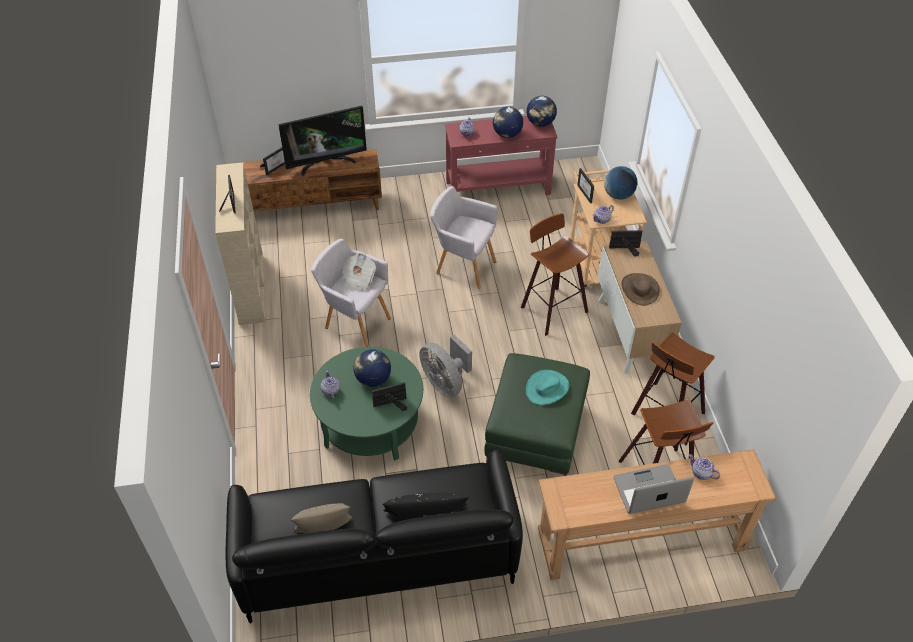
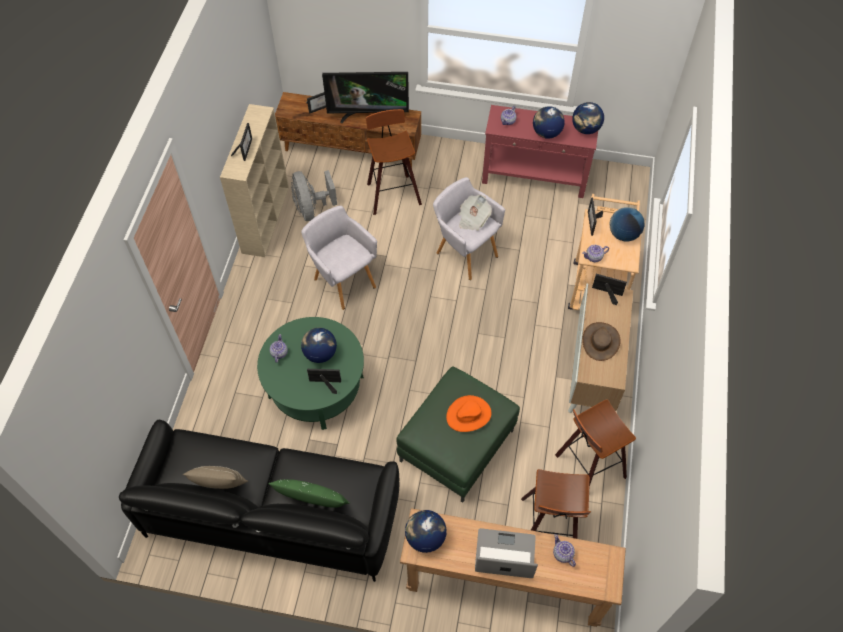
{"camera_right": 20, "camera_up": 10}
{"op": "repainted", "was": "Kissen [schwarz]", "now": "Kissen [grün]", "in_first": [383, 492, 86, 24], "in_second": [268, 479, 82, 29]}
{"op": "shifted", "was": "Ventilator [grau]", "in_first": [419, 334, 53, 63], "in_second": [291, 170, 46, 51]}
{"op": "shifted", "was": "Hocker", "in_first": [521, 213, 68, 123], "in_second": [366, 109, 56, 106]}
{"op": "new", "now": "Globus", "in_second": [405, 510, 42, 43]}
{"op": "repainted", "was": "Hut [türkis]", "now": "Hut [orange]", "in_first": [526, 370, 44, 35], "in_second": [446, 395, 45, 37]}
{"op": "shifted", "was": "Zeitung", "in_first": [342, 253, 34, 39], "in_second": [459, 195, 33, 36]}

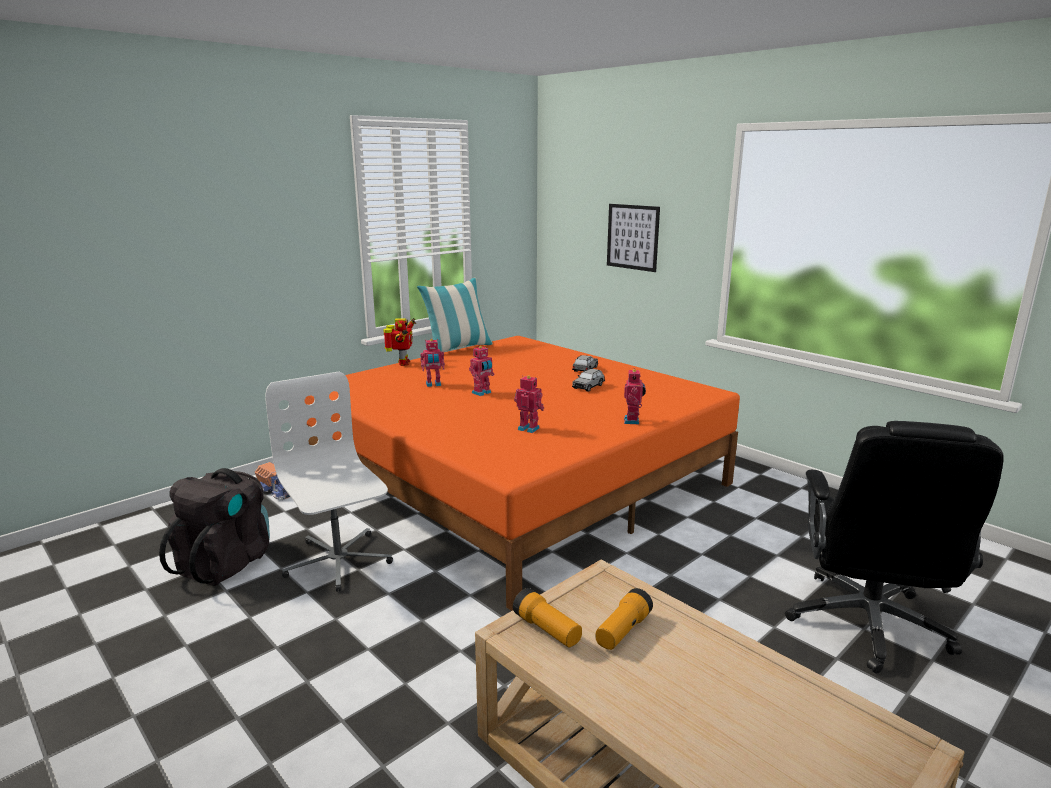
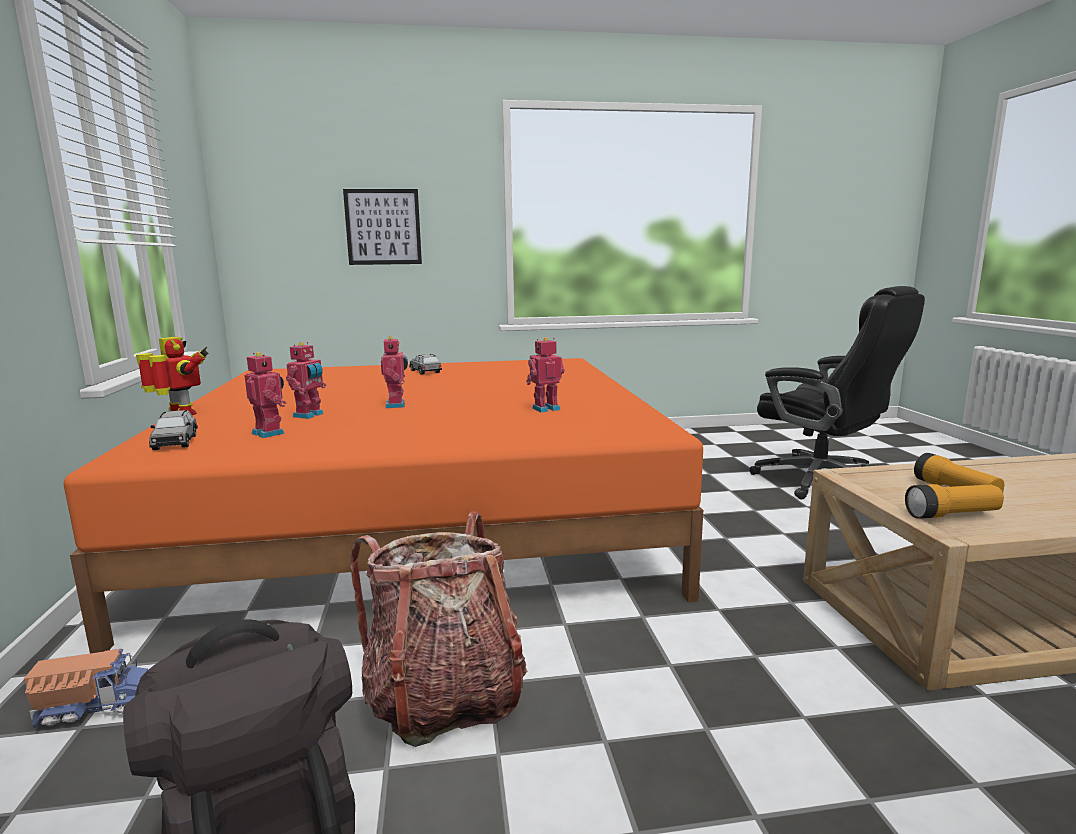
{"camera_right": -55, "camera_up": -5}
{"op": "shifted", "was": "Spielzeugauto [grau]", "in_first": [572, 368, 33, 24], "in_second": [149, 410, 49, 40]}
{"op": "shifted", "was": "Spielzeugroboter", "in_first": [624, 368, 22, 56], "in_second": [244, 352, 42, 86]}
{"op": "swapped", "was": "Bürostuhl [weiß]", "now": "Rucksack", "in_first": [265, 371, 128, 221], "in_second": [351, 511, 176, 236]}
{"op": "gone", "was": "Kissen", "in_first": [417, 278, 76, 74]}

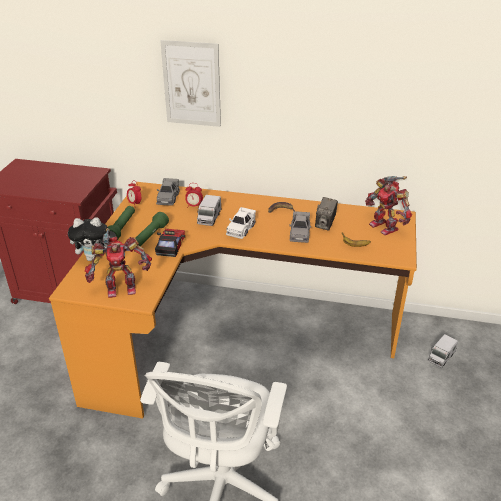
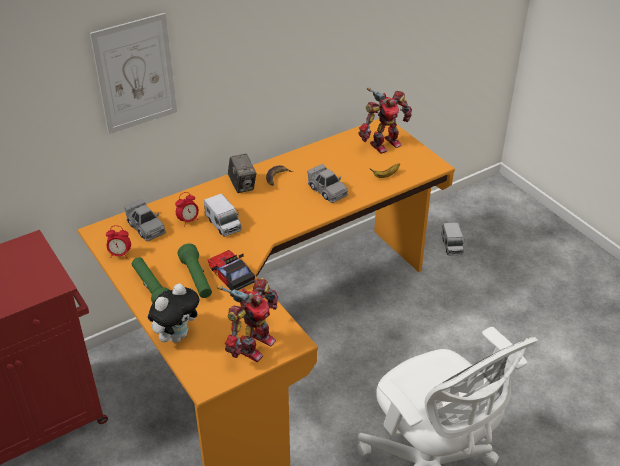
{"camera_right": -45, "camera_up": 5}
{"op": "shifted", "was": "Kamera", "in_first": [315, 197, 23, 34], "in_second": [228, 154, 28, 39]}
{"op": "rotated", "was": "Spielzeugroboter", "in_first": [365, 176, 47, 59], "in_second": [359, 88, 53, 66], "clockwise": -45}
{"op": "gone", "was": "Spielzeugauto [weiß]", "in_first": [226, 207, 30, 32]}

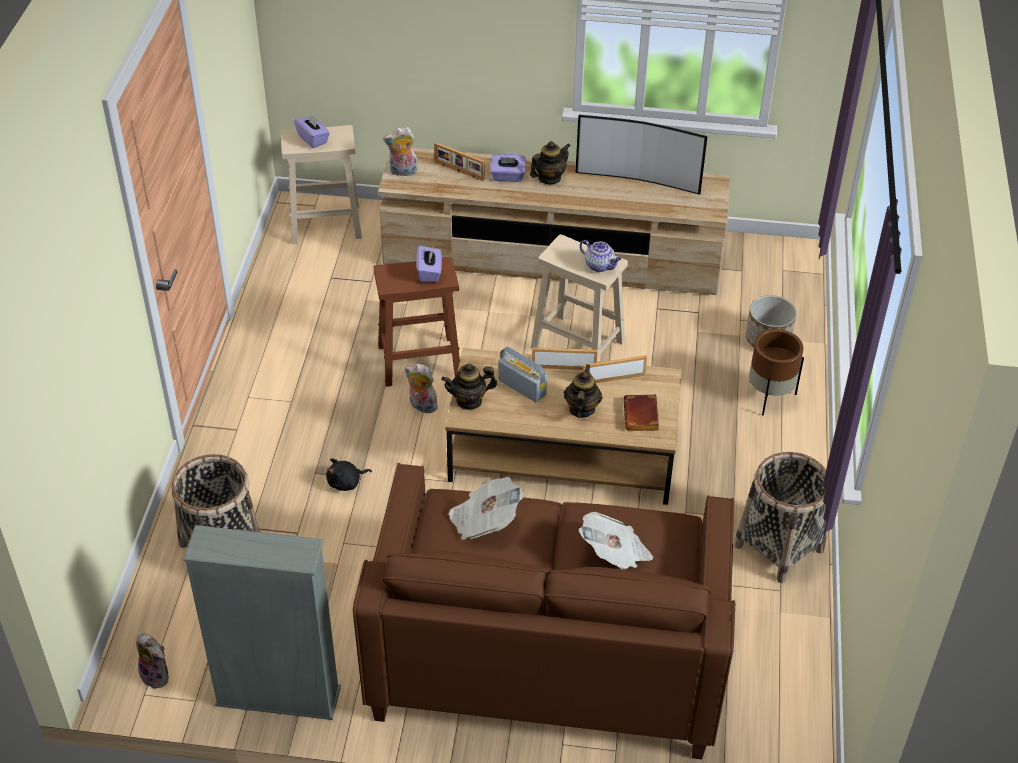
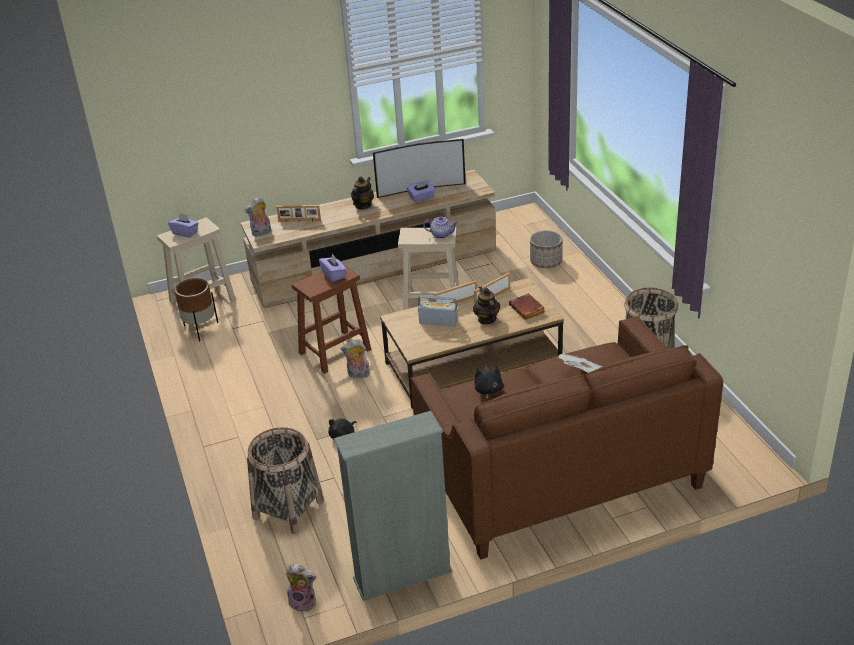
{"camera_right": -25, "camera_up": -10}
{"op": "shifted", "was": "Pflanzkübel [braun]", "in_first": [749, 329, 55, 87], "in_second": [174, 278, 44, 63]}
{"op": "shifted", "was": "Taschentuchbox [lila]", "in_first": [490, 154, 36, 28], "in_second": [407, 181, 28, 22]}
{"op": "swapped", "was": "Zeitung", "now": "Plüschtier [schwarz]", "in_first": [448, 477, 75, 63], "in_second": [475, 364, 29, 35]}
{"op": "gone", "was": "Teekanne", "in_first": [441, 363, 56, 47]}

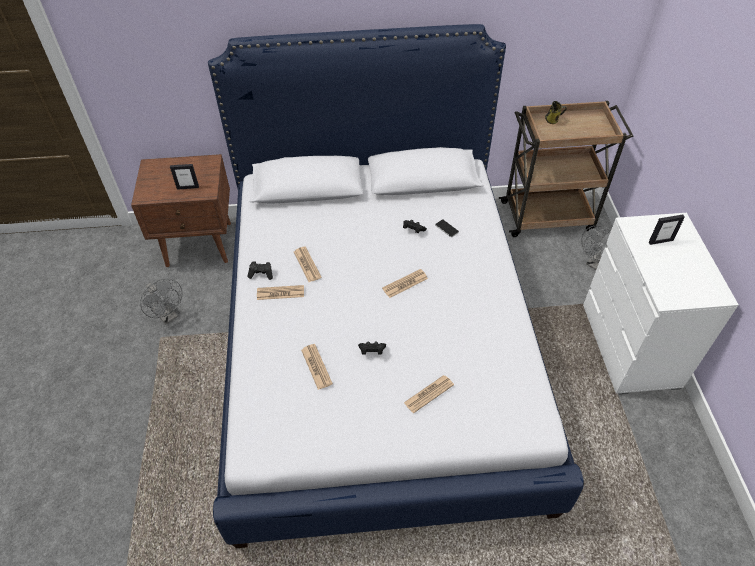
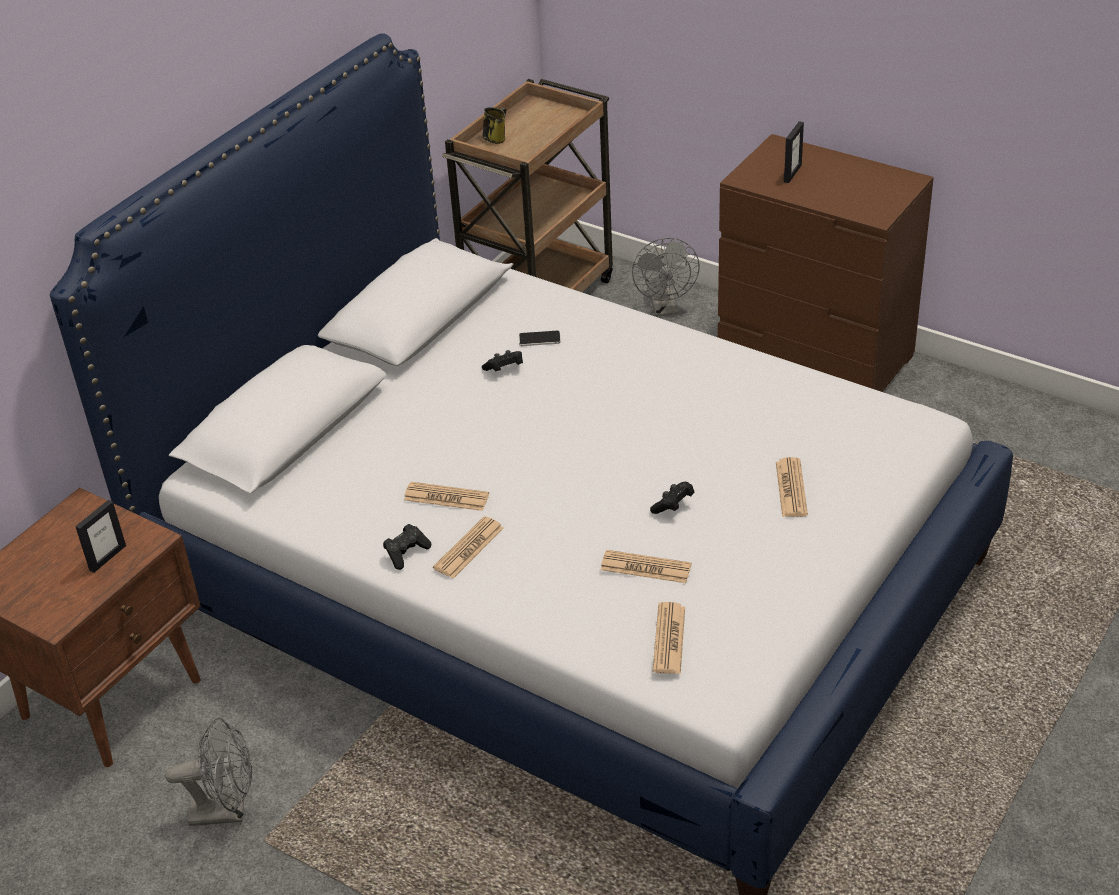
{"camera_right": -50, "camera_up": -10}
{"op": "shifted", "was": "Zeitung", "in_first": [382, 269, 46, 29], "in_second": [653, 602, 32, 72]}
{"op": "repainted", "was": "Kommode [weiß]", "now": "Kommode [braun]", "in_first": [583, 213, 156, 182], "in_second": [718, 134, 216, 258]}

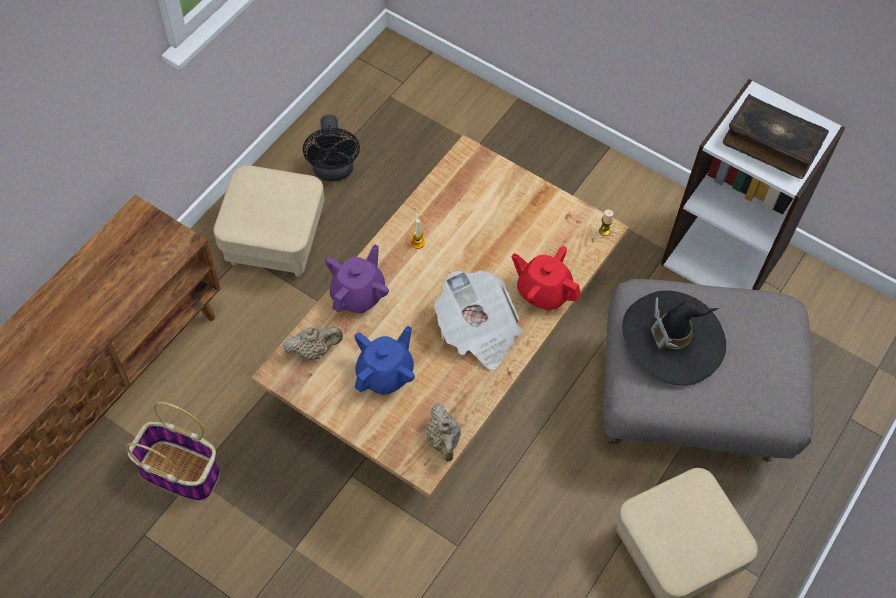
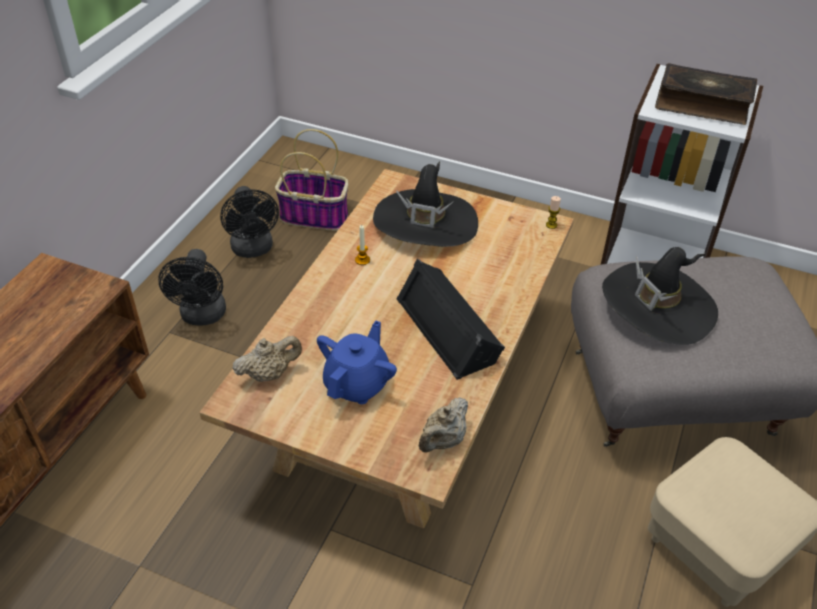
{"camera_right": -10, "camera_up": -15}
{"op": "swapped", "was": "Polsterhocker [beige]", "now": "Ventilator [schwarz]", "in_first": [214, 165, 111, 112], "in_second": [158, 249, 68, 77]}
{"op": "shifted", "was": "Korb", "in_first": [126, 401, 94, 100], "in_second": [275, 129, 73, 102]}
{"op": "new", "now": "Hut [schwarz]", "in_second": [373, 161, 105, 86]}
{"op": "swapped", "was": "Zeitung", "now": "Lautsprecher [schwarz]", "in_first": [434, 270, 89, 100], "in_second": [396, 259, 109, 121]}
{"op": "rotated", "was": "Teekanne [beige]", "in_first": [426, 404, 35, 58], "in_second": [419, 397, 49, 56], "clockwise": 60}
{"op": "gone", "was": "Teekanne [lila]", "in_first": [325, 244, 64, 69]}
{"op": "gone", "was": "Teekanne [rot]", "in_first": [512, 246, 69, 65]}

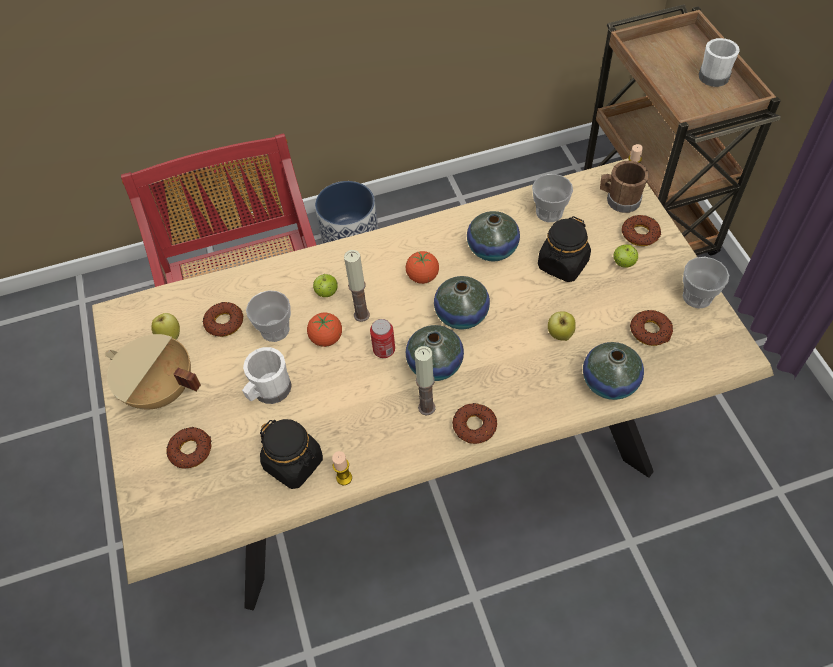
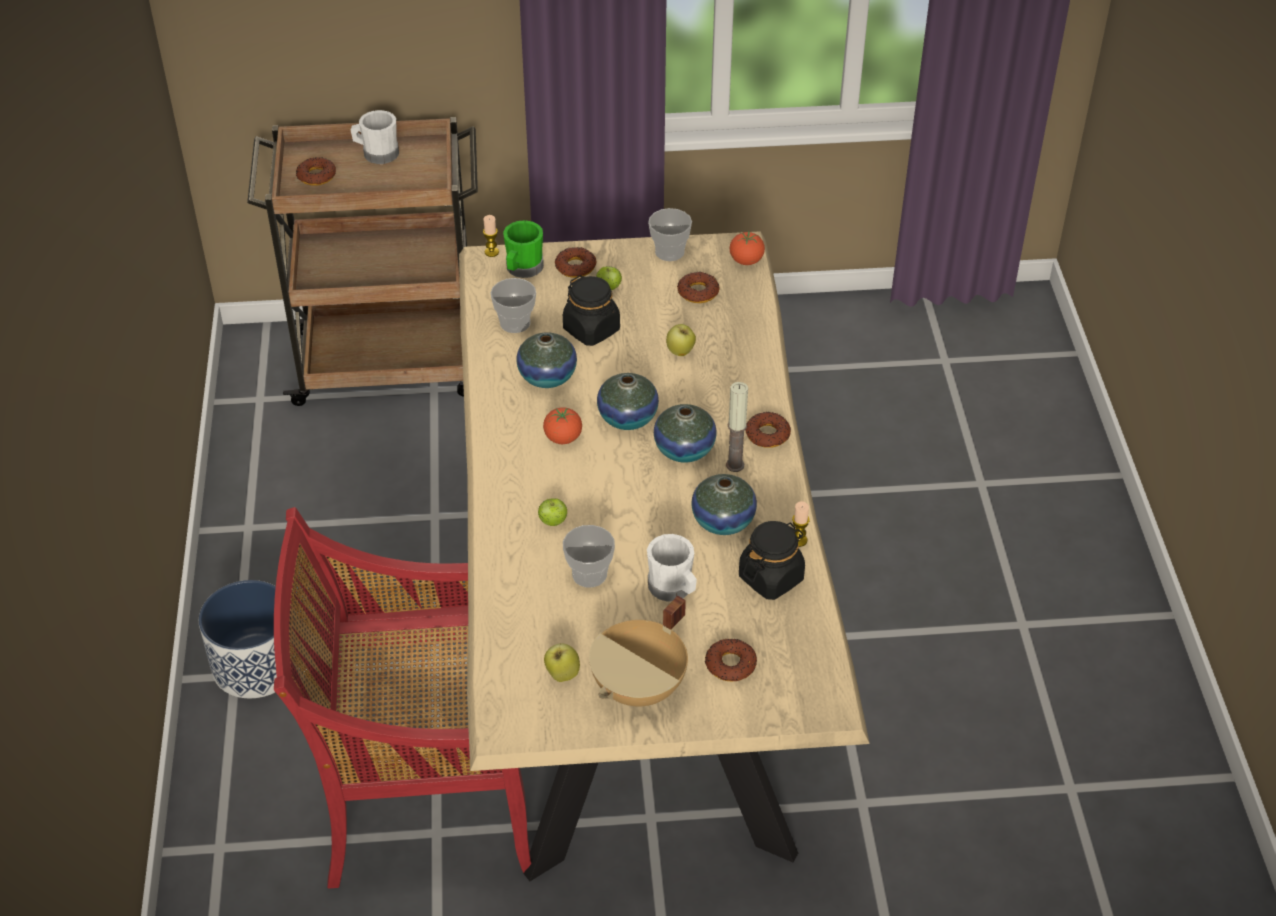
{"camera_right": -80, "camera_up": -10}
{"op": "shifted", "was": "Donut", "in_first": [203, 302, 40, 35], "in_second": [296, 157, 40, 29]}
{"op": "repainted", "was": "Henkelbecher [braun]", "now": "Henkelbecher [grün]", "in_first": [600, 161, 49, 52], "in_second": [503, 220, 41, 58]}
{"op": "shifted", "was": "Vase", "in_first": [583, 342, 61, 58], "in_second": [691, 474, 66, 61]}
{"op": "shifted", "was": "Tomate", "in_first": [307, 313, 35, 34], "in_second": [730, 231, 35, 34]}
{"op": "gone", "was": "Kerze", "in_first": [344, 250, 26, 72]}
{"op": "gone", "was": "Dose", "in_first": [370, 319, 25, 39]}

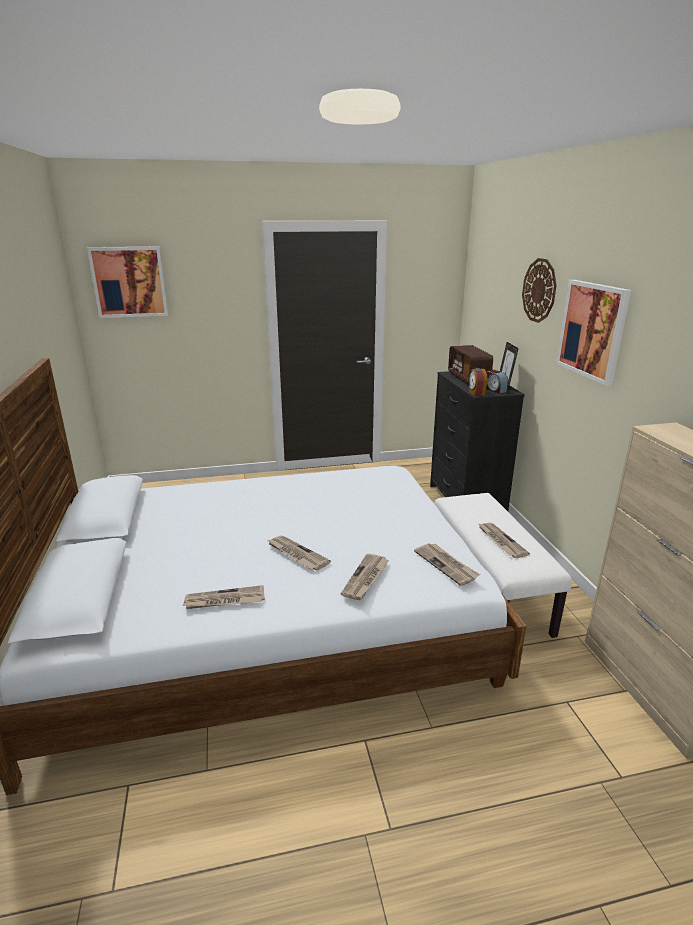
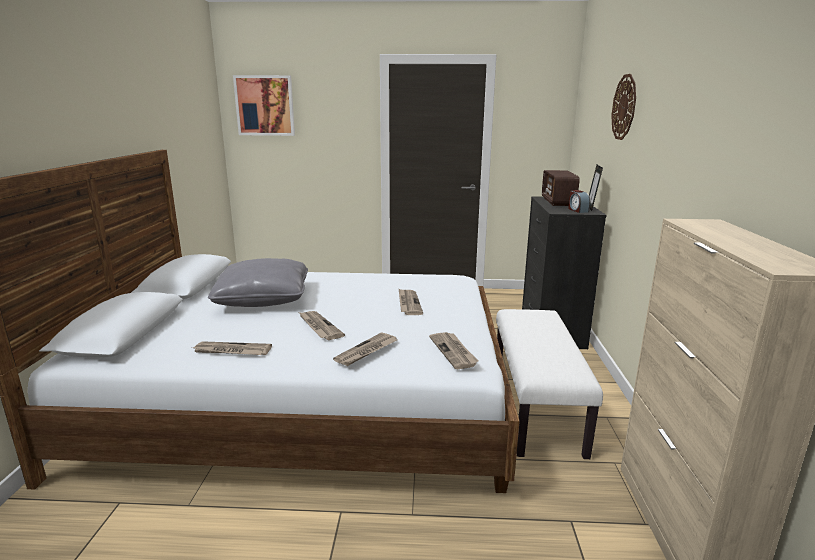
{"camera_right": 15, "camera_up": -5}
{"op": "new", "now": "Kissen [grau]", "in_second": [208, 258, 100, 49]}
{"op": "shifted", "was": "Zeitung", "in_first": [479, 523, 51, 35], "in_second": [399, 289, 24, 26]}
{"op": "gone", "was": "Wecker", "in_first": [469, 368, 18, 28]}
{"op": "gone", "was": "Bild", "in_first": [556, 280, 75, 106]}

